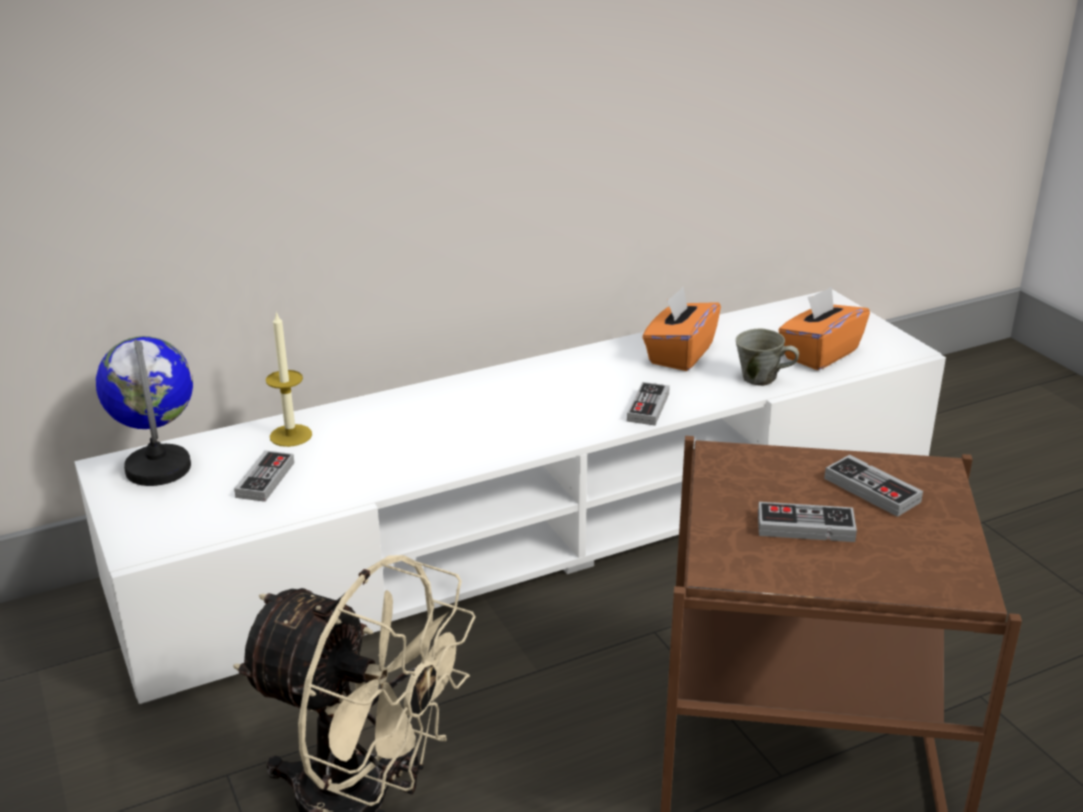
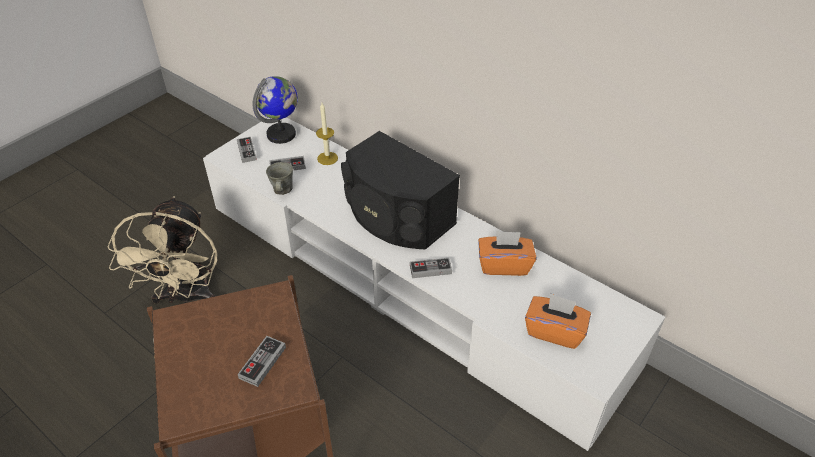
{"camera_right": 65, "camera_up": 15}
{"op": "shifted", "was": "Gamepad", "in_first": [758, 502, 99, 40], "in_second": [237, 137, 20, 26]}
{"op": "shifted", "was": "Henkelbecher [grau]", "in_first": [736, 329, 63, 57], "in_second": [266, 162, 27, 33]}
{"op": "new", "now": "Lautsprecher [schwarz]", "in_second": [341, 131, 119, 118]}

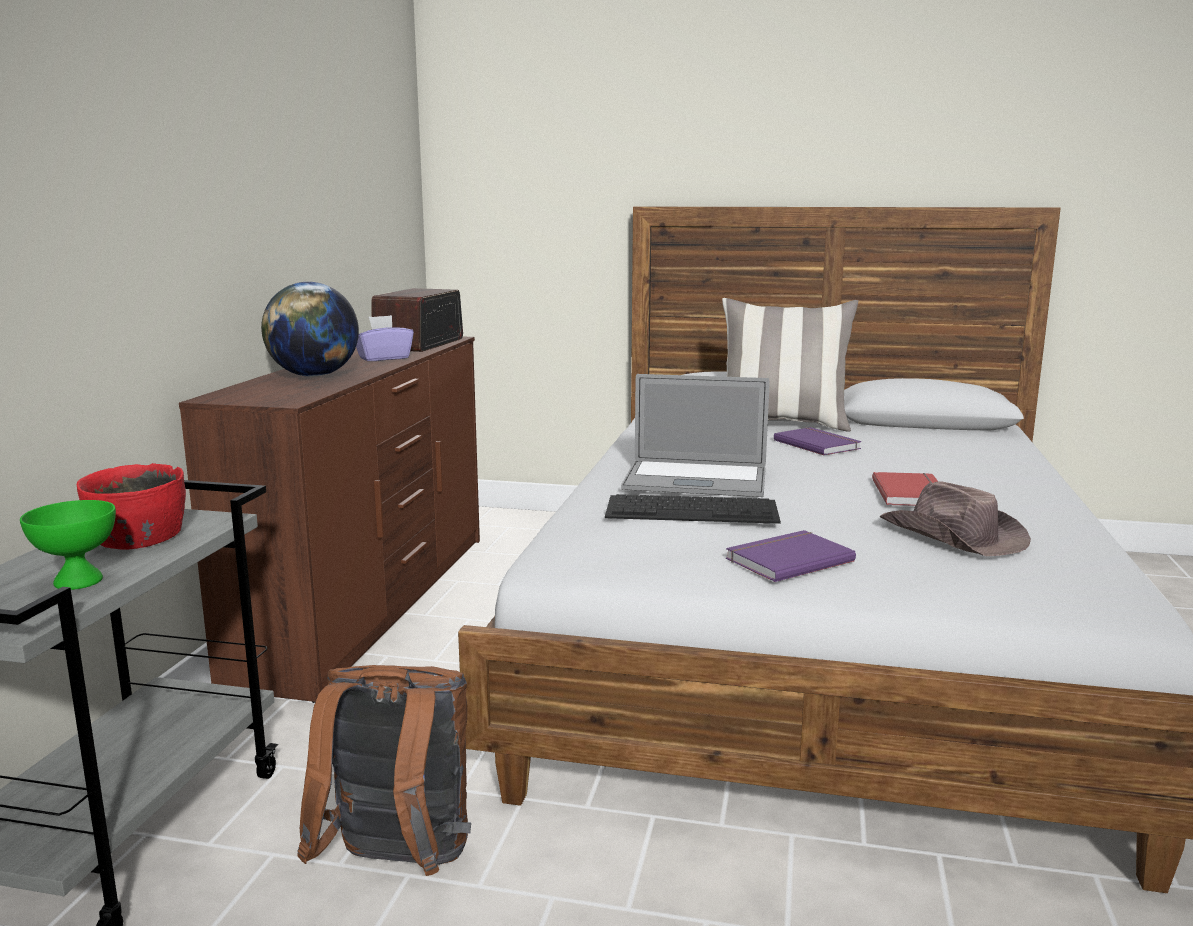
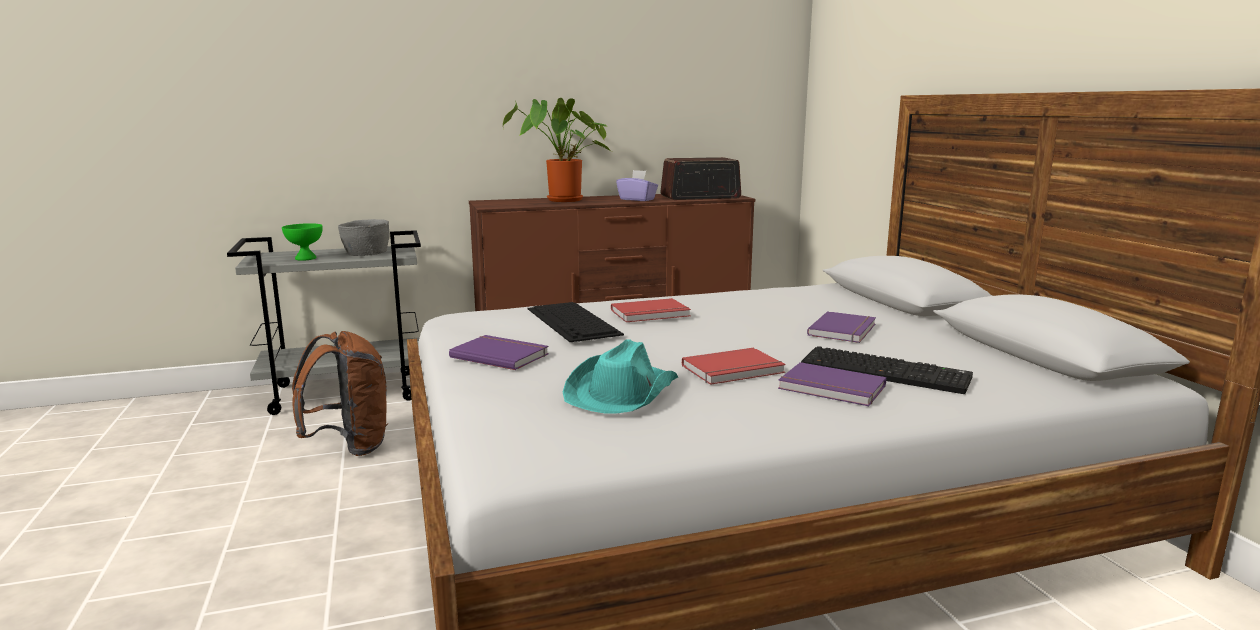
{"camera_right": 60, "camera_up": 0}
{"op": "repainted", "was": "Schüssel [rot]", "now": "Schüssel [grau]", "in_first": [77, 463, 109, 87], "in_second": [338, 219, 52, 37]}
{"op": "swapped", "was": "Globus", "now": "Topfpflanze", "in_first": [261, 282, 98, 95], "in_second": [503, 98, 107, 104]}
{"op": "repainted", "was": "Hut [braun]", "now": "Hut [türkis]", "in_first": [879, 481, 152, 75], "in_second": [563, 340, 115, 73]}
{"op": "swapped", "was": "Laptop", "now": "Buch [rot]", "in_first": [621, 374, 149, 123], "in_second": [611, 298, 80, 24]}
{"op": "new", "now": "Buch [lila]", "in_second": [778, 362, 108, 44]}
{"op": "new", "now": "Tastatur", "in_second": [801, 346, 172, 48]}
{"op": "gone", "was": "Kissen", "in_first": [722, 298, 136, 134]}

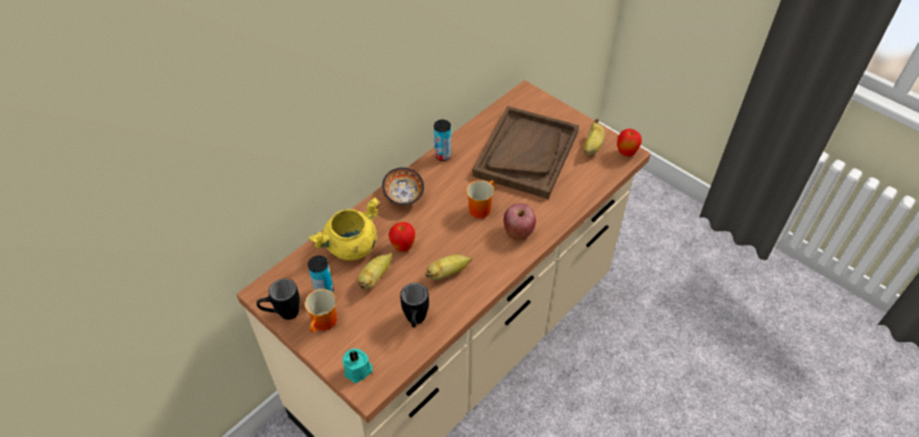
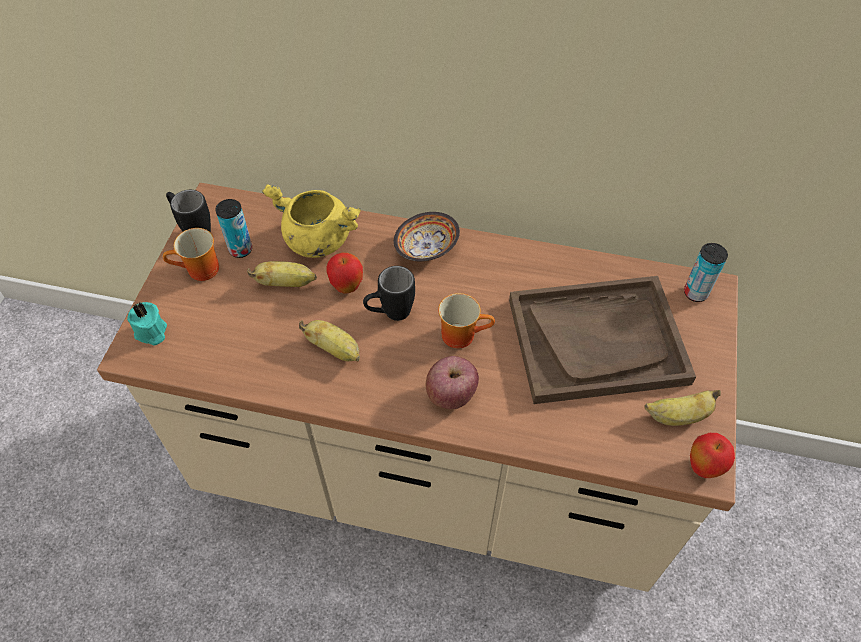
{"camera_right": 60, "camera_up": 5}
{"op": "shifted", "was": "Henkelbecher [schwarz]", "in_first": [400, 283, 29, 44], "in_second": [363, 266, 52, 55]}
{"op": "shifted", "was": "Dose", "in_first": [434, 120, 17, 41], "in_second": [684, 243, 44, 59]}

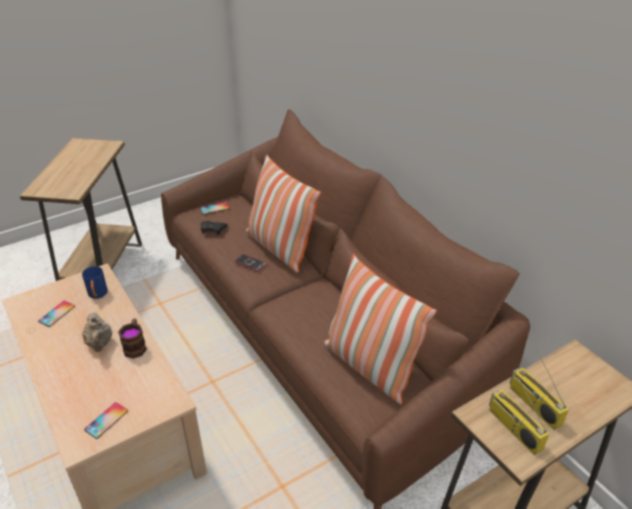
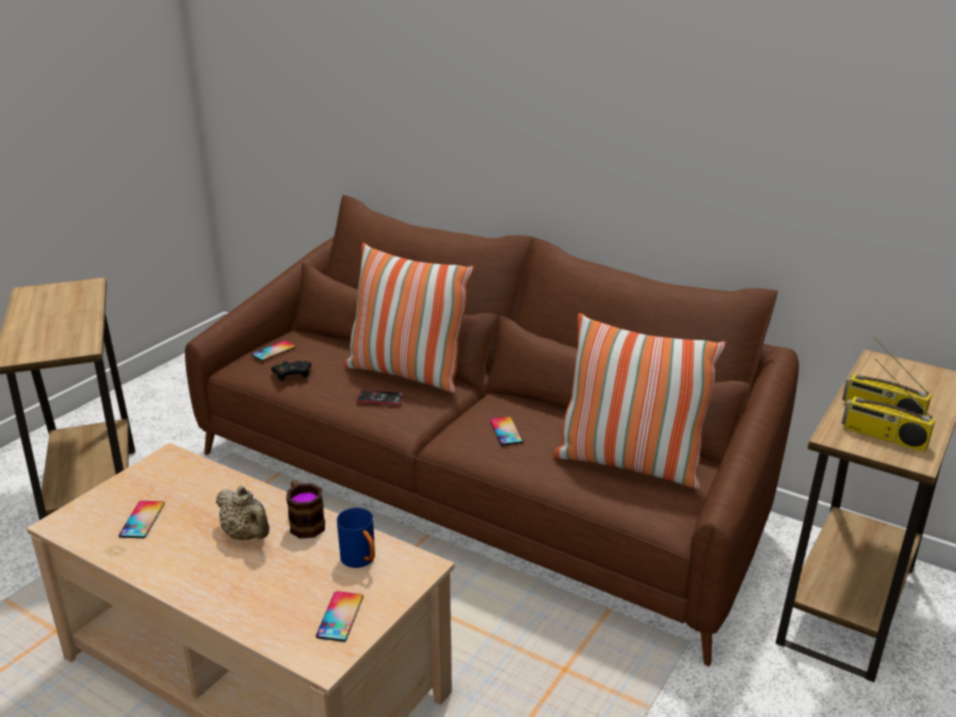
{"camera_right": -25, "camera_up": -10}
{"op": "shifted", "was": "Henkelbecher [blau]", "in_first": [82, 266, 26, 33], "in_second": [337, 508, 38, 60]}
{"op": "new", "now": "Handy", "in_second": [490, 416, 33, 29]}

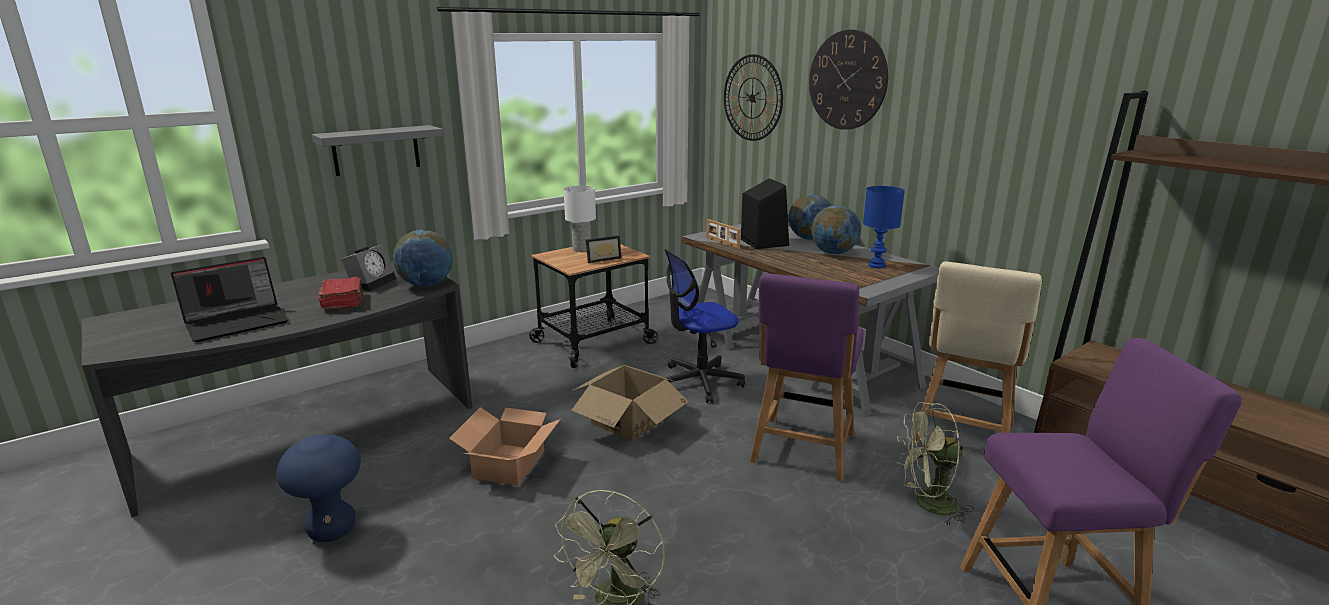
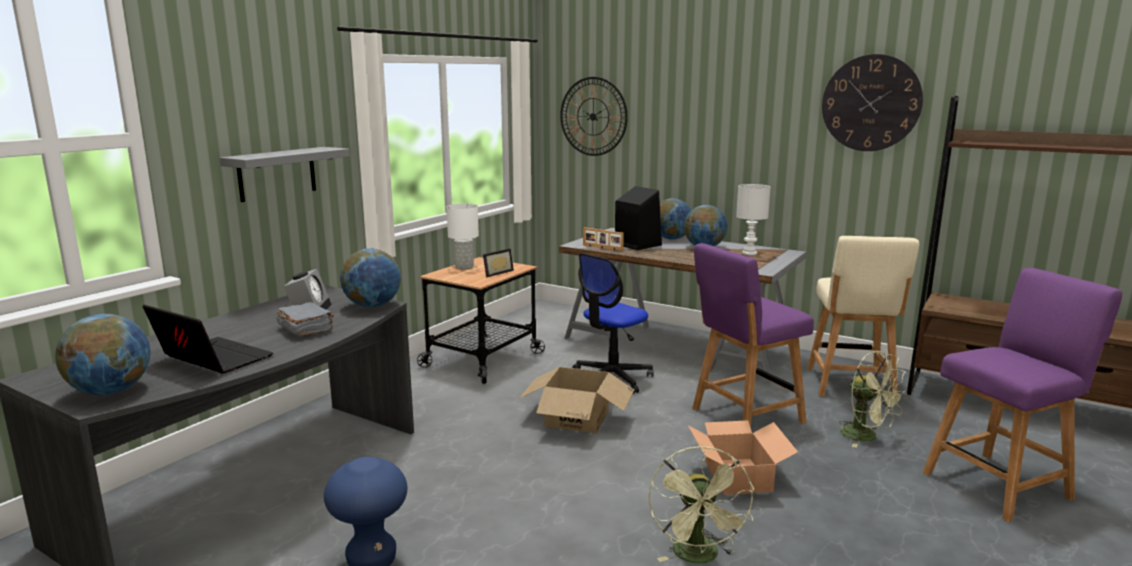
{"camera_right": -20, "camera_up": -5}
{"op": "new", "now": "Globus", "in_second": [55, 314, 95, 81]}
{"op": "rotated", "was": "Laptop", "in_first": [171, 257, 118, 85], "in_second": [143, 305, 130, 69], "clockwise": -90}
{"op": "repainted", "was": "Buch [rot]", "now": "Buch [grau]", "in_first": [318, 277, 46, 33], "in_second": [276, 302, 58, 35]}
{"op": "shifted", "was": "Karton", "in_first": [449, 407, 112, 79], "in_second": [688, 420, 110, 75]}
{"op": "rotated", "was": "Stuhl [lila]", "in_first": [750, 273, 114, 208], "in_second": [692, 243, 122, 185], "clockwise": 60}
{"op": "repainted", "was": "Tischlampe [blau]", "now": "Tischlampe [weiß]", "in_first": [863, 186, 42, 82], "in_second": [736, 184, 35, 71]}
{"op": "shifted", "was": "Wanduhr", "in_first": [809, 30, 79, 100], "in_second": [822, 54, 101, 97]}
{"op": "rotated", "was": "Ventilator [grün]", "in_first": [897, 402, 77, 123], "in_second": [839, 351, 68, 97], "clockwise": -105}

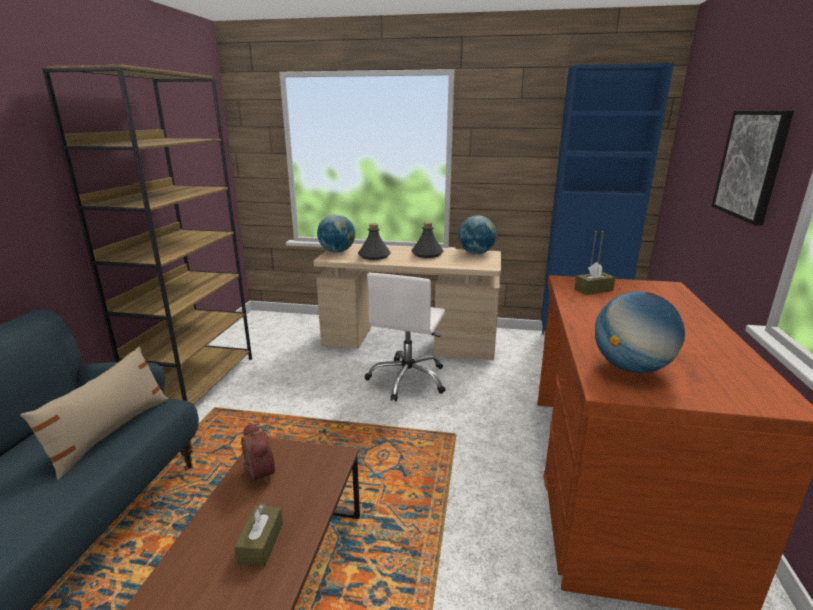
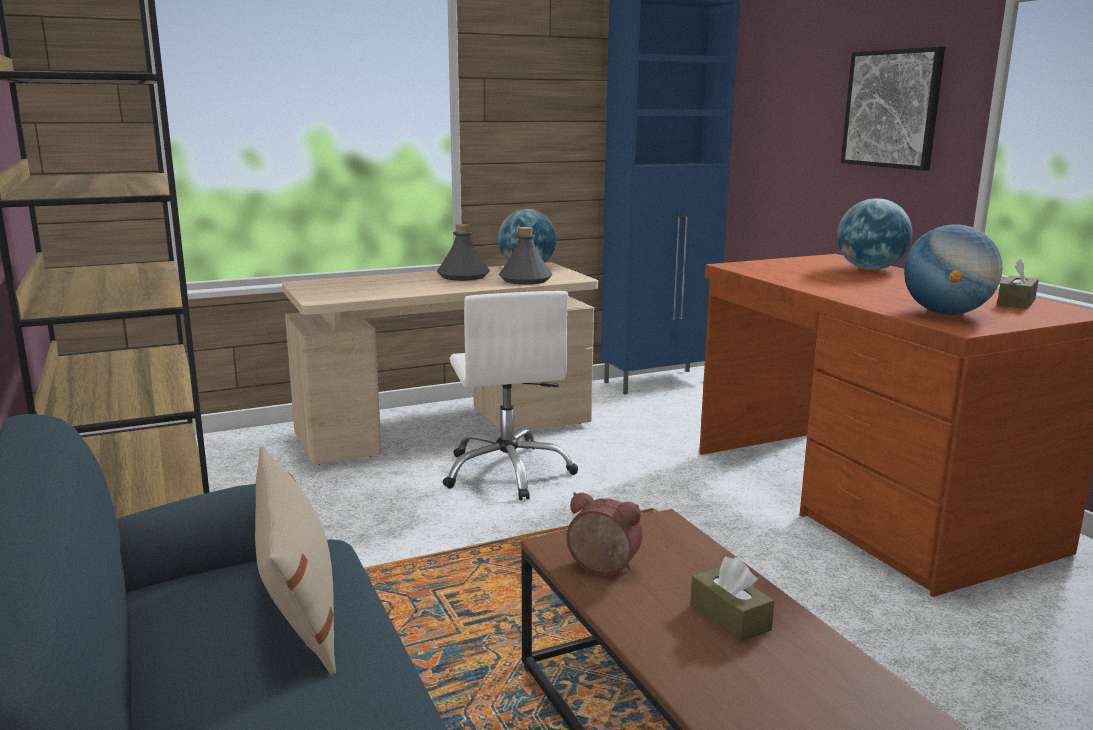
{"camera_right": -35, "camera_up": -5}
{"op": "shifted", "was": "Flasche [grau]", "in_first": [358, 224, 33, 36], "in_second": [499, 227, 54, 58]}
{"op": "shifted", "was": "Globus", "in_first": [317, 214, 38, 39], "in_second": [837, 198, 75, 72]}
{"op": "shifted", "was": "Taschentuchbox [braun]", "in_first": [574, 262, 42, 33], "in_second": [997, 259, 42, 50]}

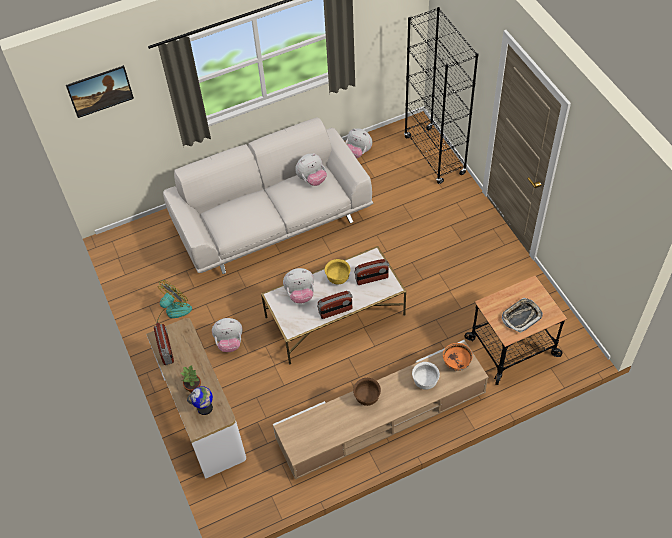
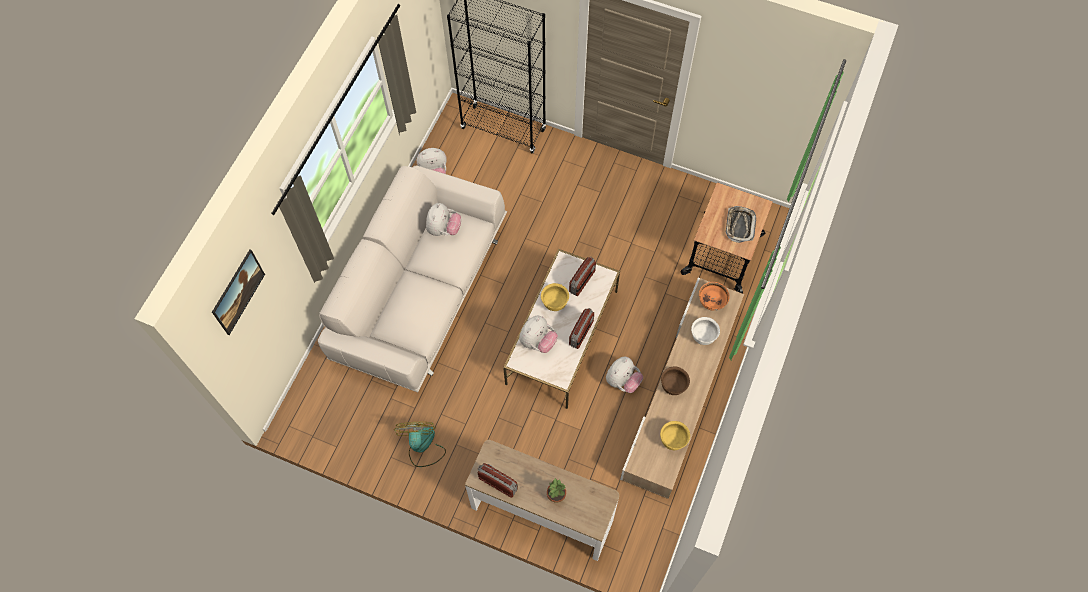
{"camera_right": -45, "camera_up": 10}
{"op": "shifted", "was": "Plüschtier", "in_first": [212, 318, 30, 34], "in_second": [606, 357, 37, 36]}
{"op": "new", "now": "Schüssel [gelb]", "in_second": [660, 421, 30, 29]}
{"op": "gone", "was": "Globus", "in_first": [187, 386, 26, 29]}

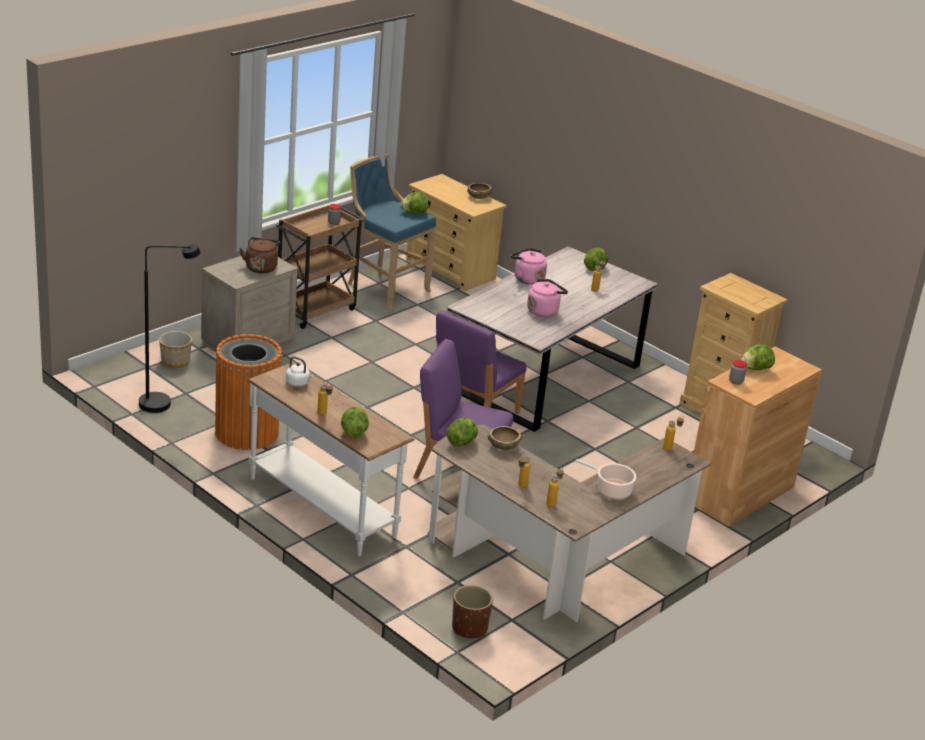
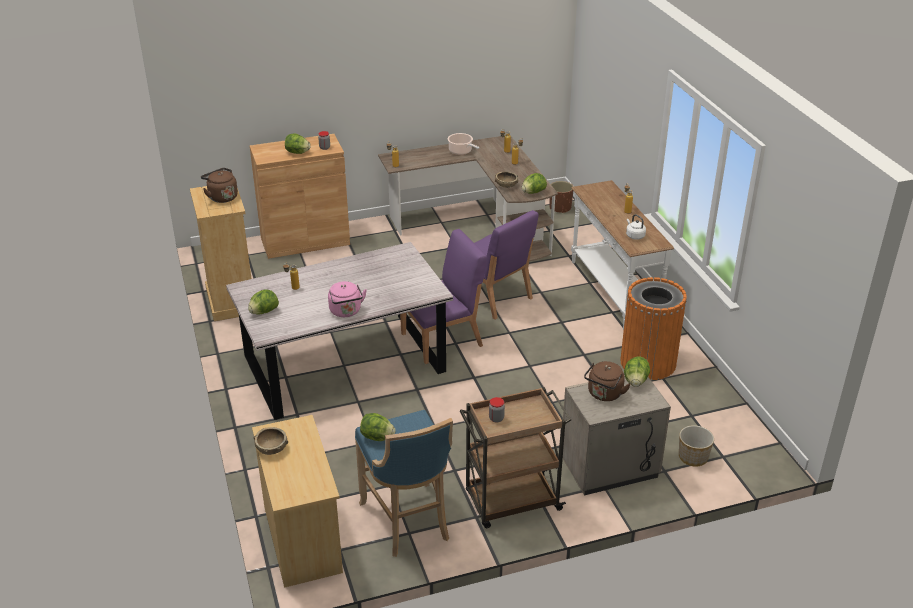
{"camera_right": -150, "camera_up": 5}
{"op": "new", "now": "Wasserkessel [braun]", "in_second": [201, 168, 37, 35]}
{"op": "shifted", "was": "Salatkopf", "in_first": [341, 407, 28, 31], "in_second": [624, 356, 26, 31]}
{"op": "gone", "was": "Stehlampe [schwarz]", "in_first": [139, 244, 62, 169]}
{"op": "gone", "was": "Wasserkessel [rosa]", "in_first": [527, 279, 41, 38]}

